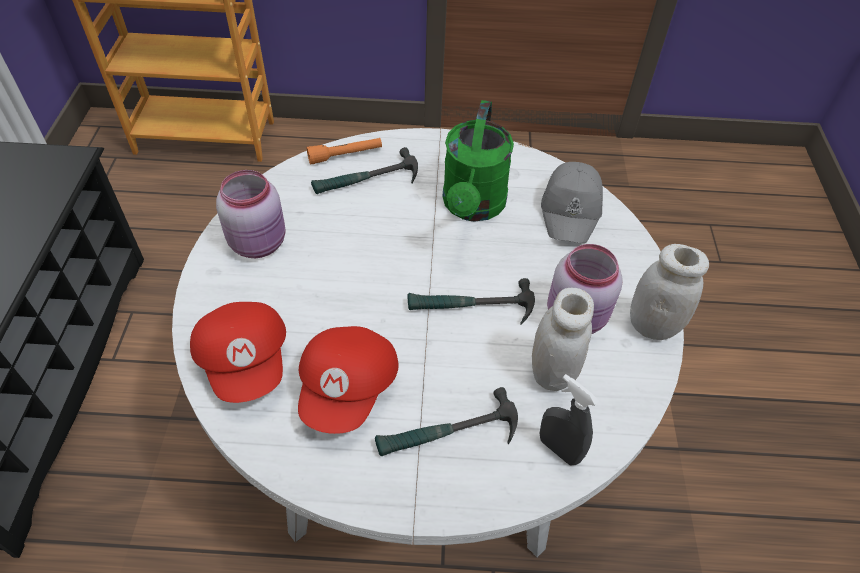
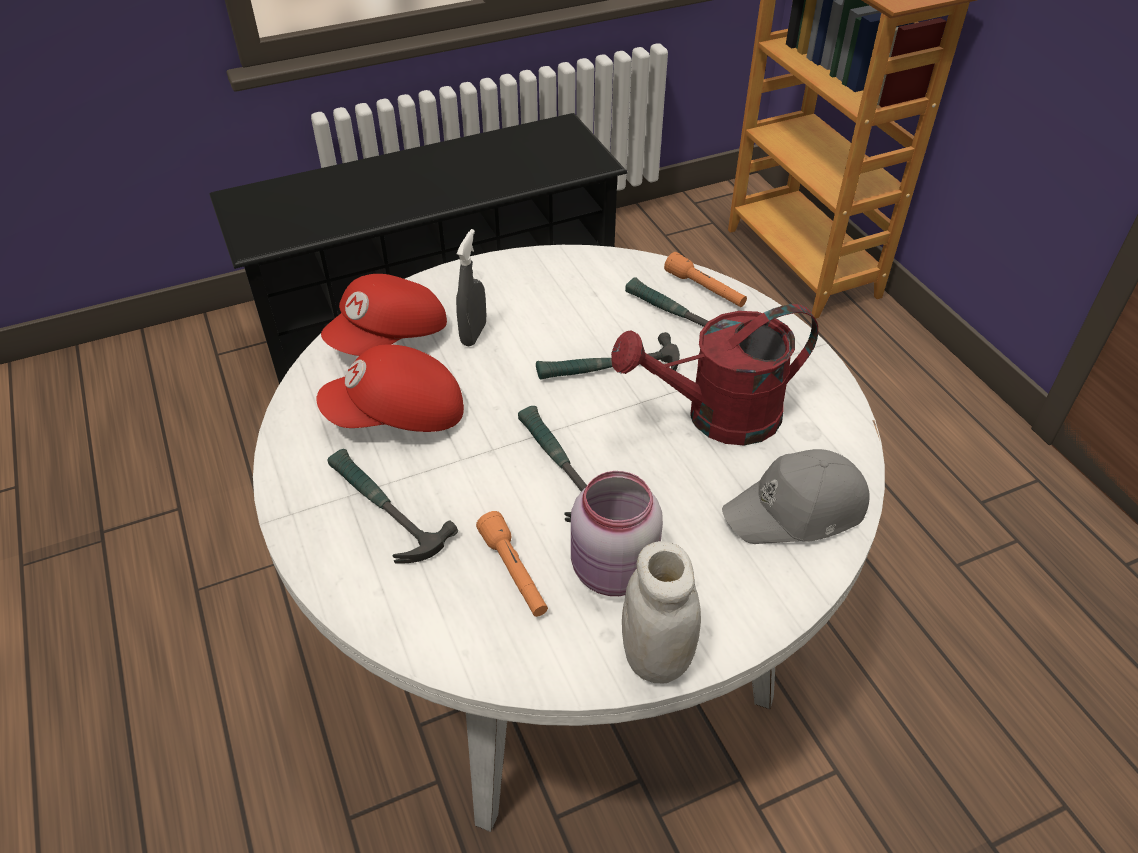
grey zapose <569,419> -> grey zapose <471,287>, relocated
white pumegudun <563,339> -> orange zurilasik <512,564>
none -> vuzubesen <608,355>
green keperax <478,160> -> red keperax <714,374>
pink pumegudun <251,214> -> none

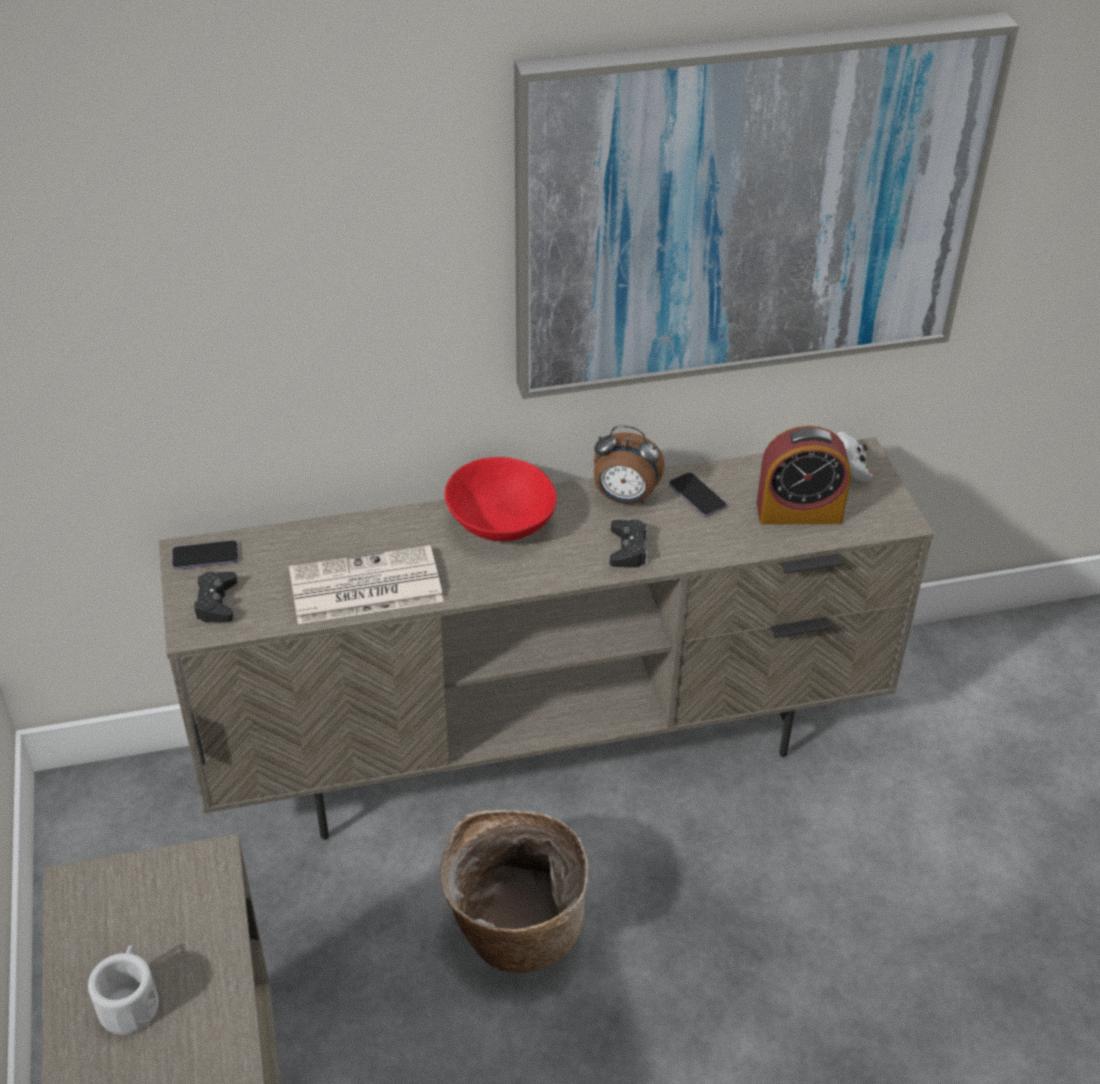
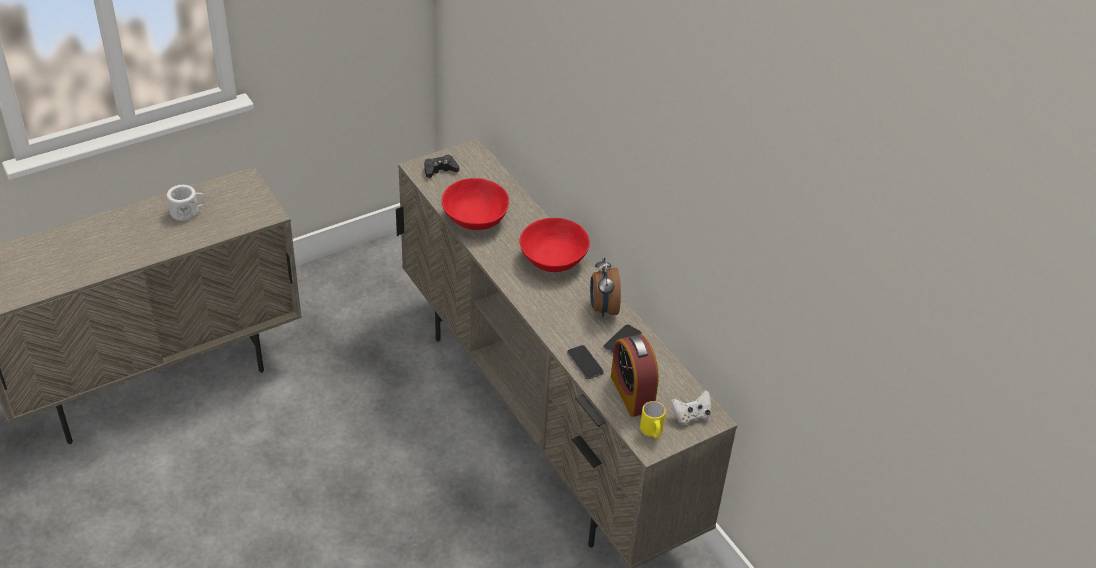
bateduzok <366,584> -> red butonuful <475,204>
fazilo <205,554> -> fazilo <585,362>, relocated
none -> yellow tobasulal <653,420>
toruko <513,891> -> none
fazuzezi <766,205> -> none
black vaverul <629,544> -> none

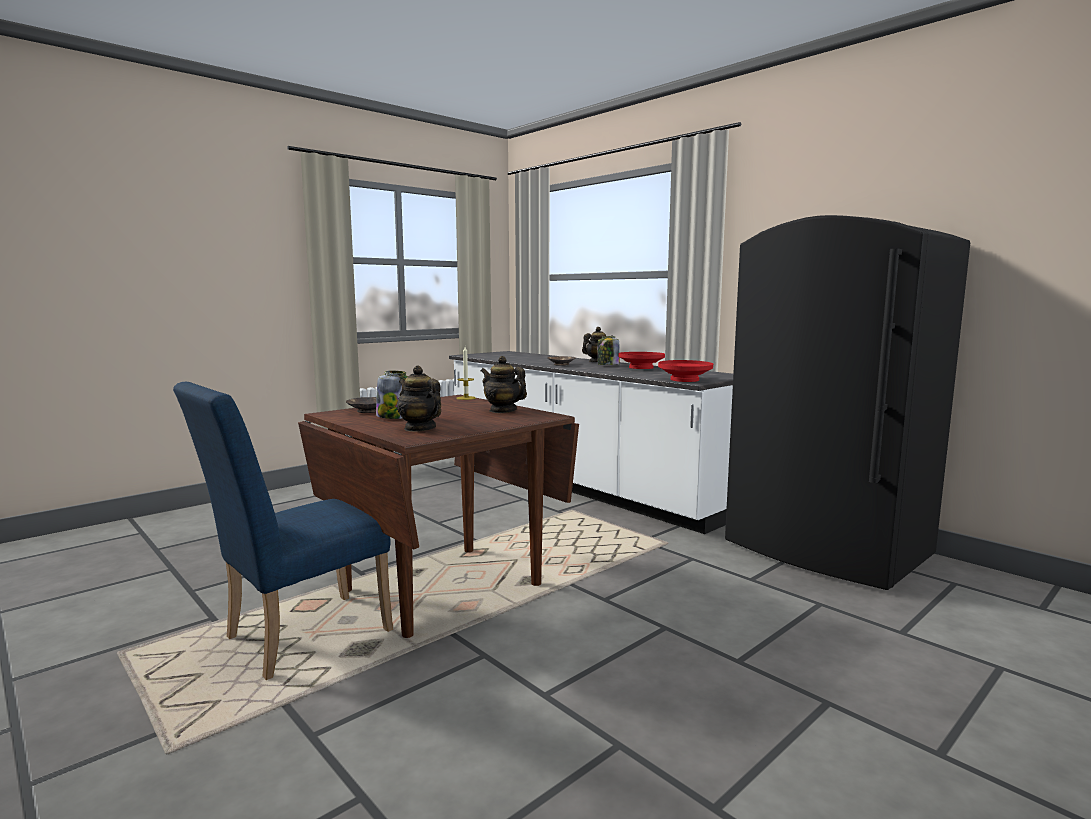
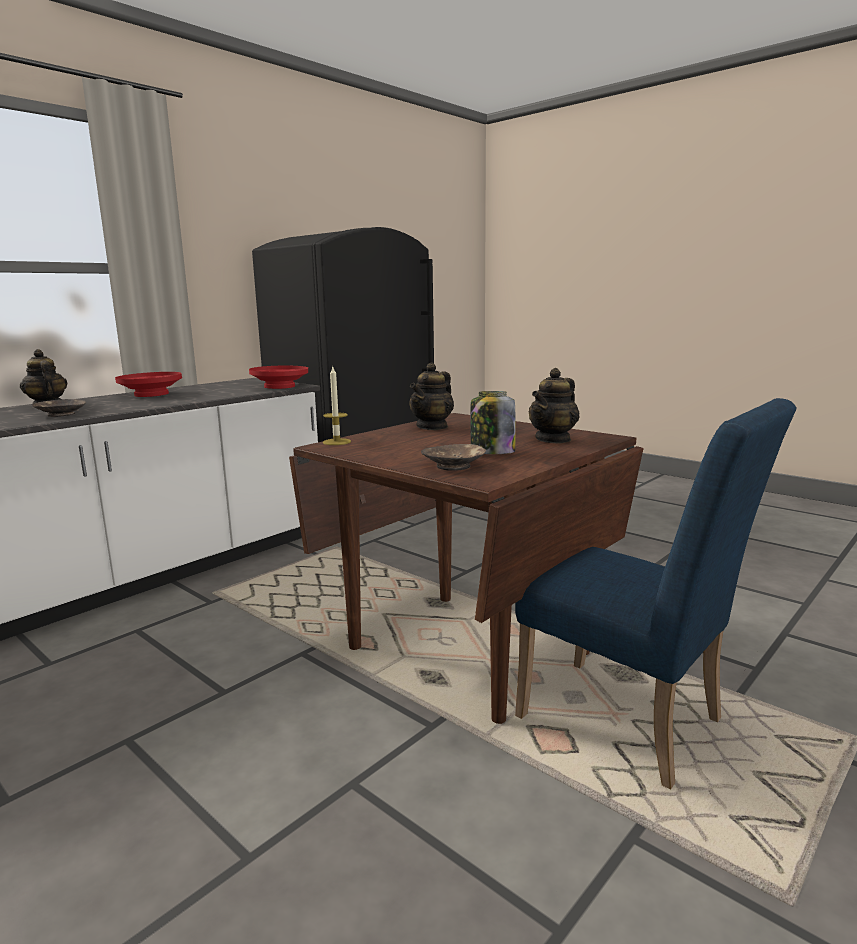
pumegudun <609,350> -> none

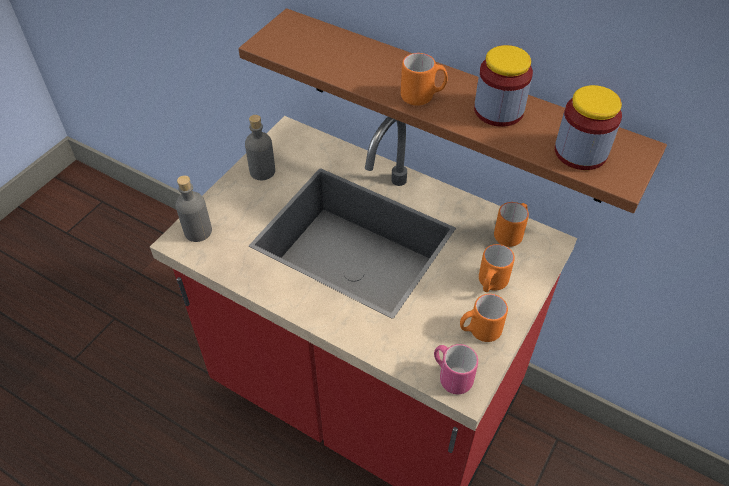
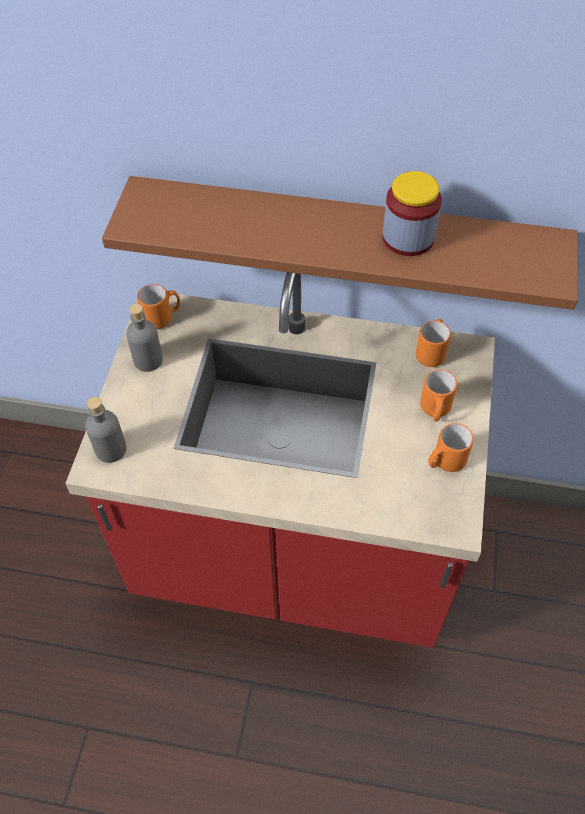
orange tobasulal <424,79> -> orange tobasulal <158,306>, relocated
pink tobasulal <456,369> -> none
pumegudun <588,127> -> none

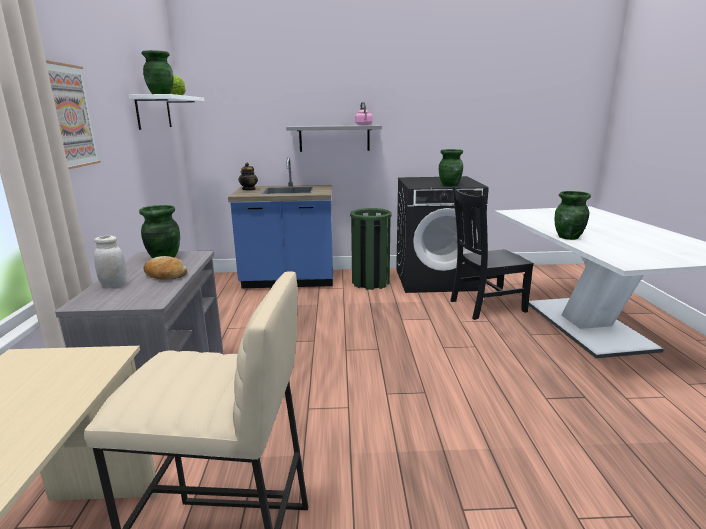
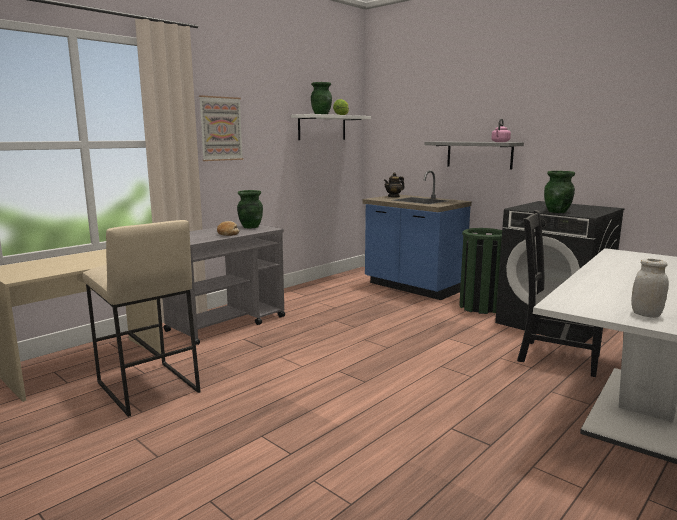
white pumegudun <110,262> -> white pumegudun <650,288>, relocated
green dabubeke <573,215> -> none

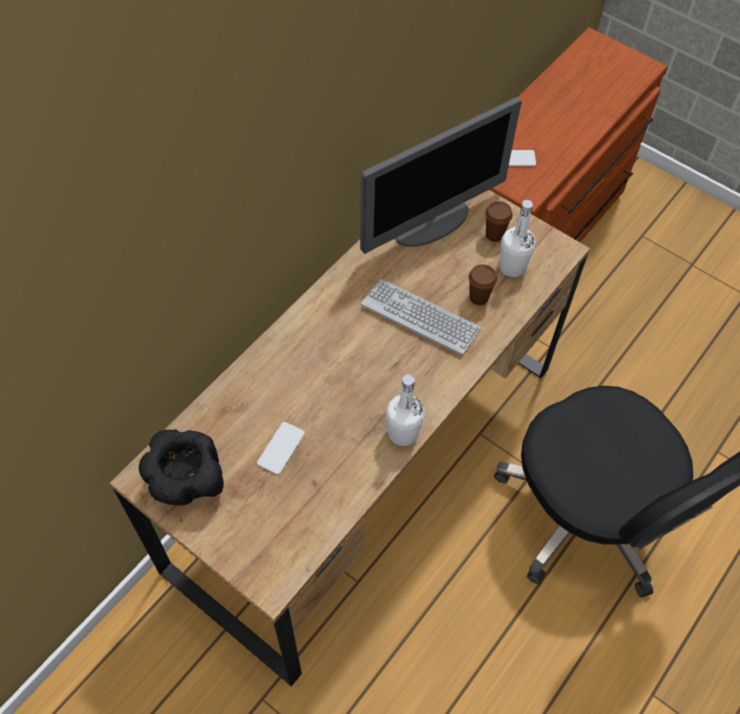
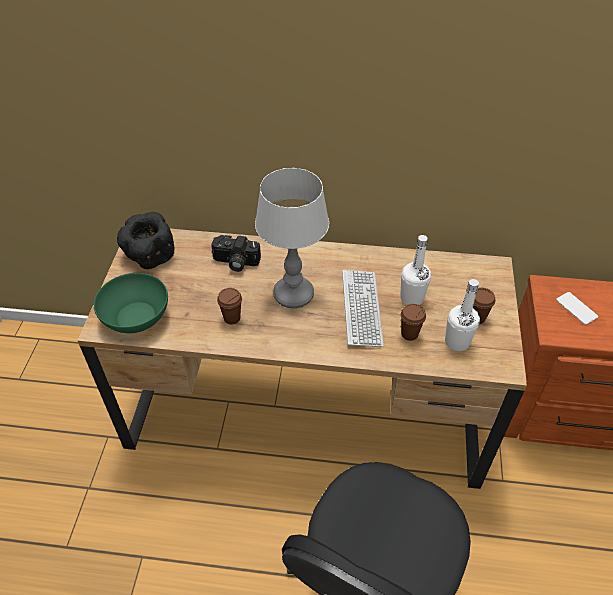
none -> green butonuful <131,303>
none -> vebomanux <236,253>
none -> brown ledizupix <229,306>
none -> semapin <292,238>
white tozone <405,410> -> white tozone <415,270>, relocated
fazilo <281,448> -> none
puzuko <441,175> -> none

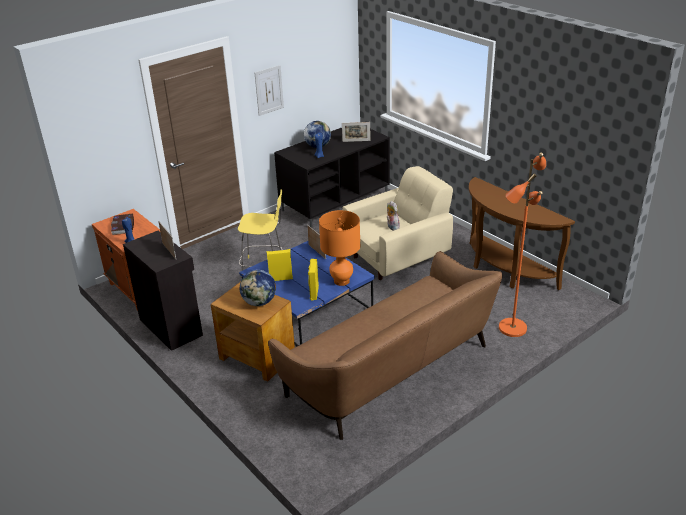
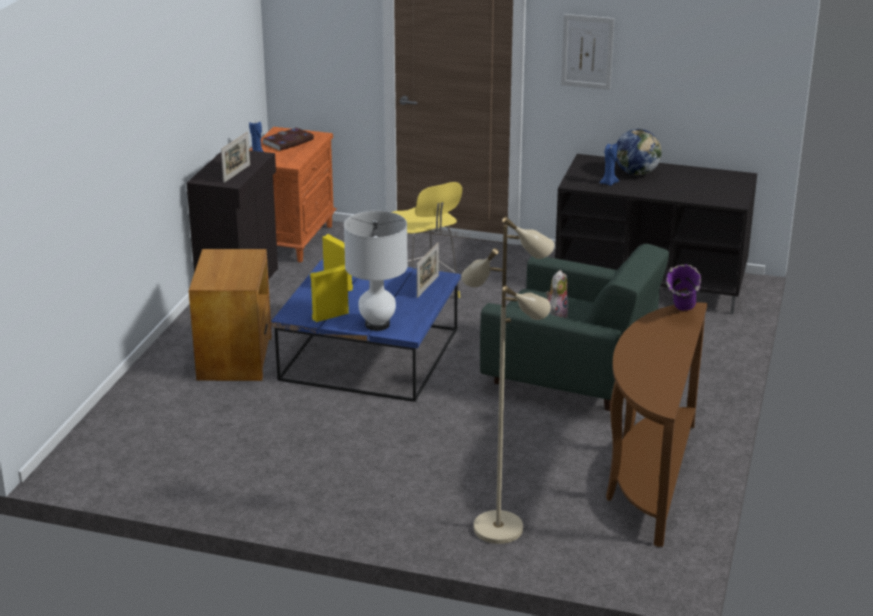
orange semapin <339,248> -> white semapin <376,271>
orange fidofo <522,245> -> beige fidofo <508,380>
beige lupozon <397,223> -> green lupozon <574,327>
none -> purple dabubeke <683,287>
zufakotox <258,288> -> none
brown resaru <385,345> -> none
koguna <356,132> -> none

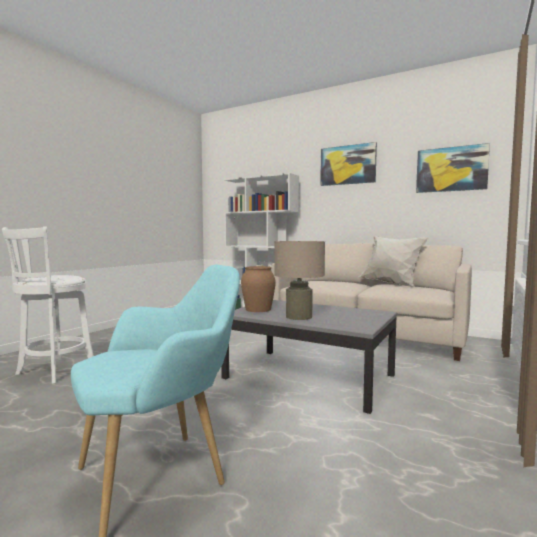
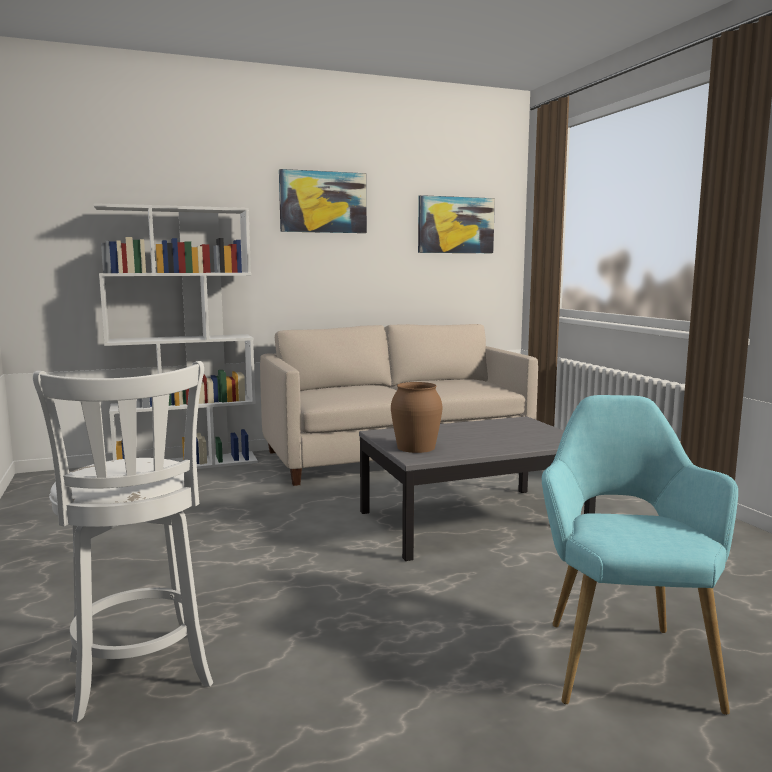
beige semapin <299,280> -> none
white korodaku <393,261> -> none

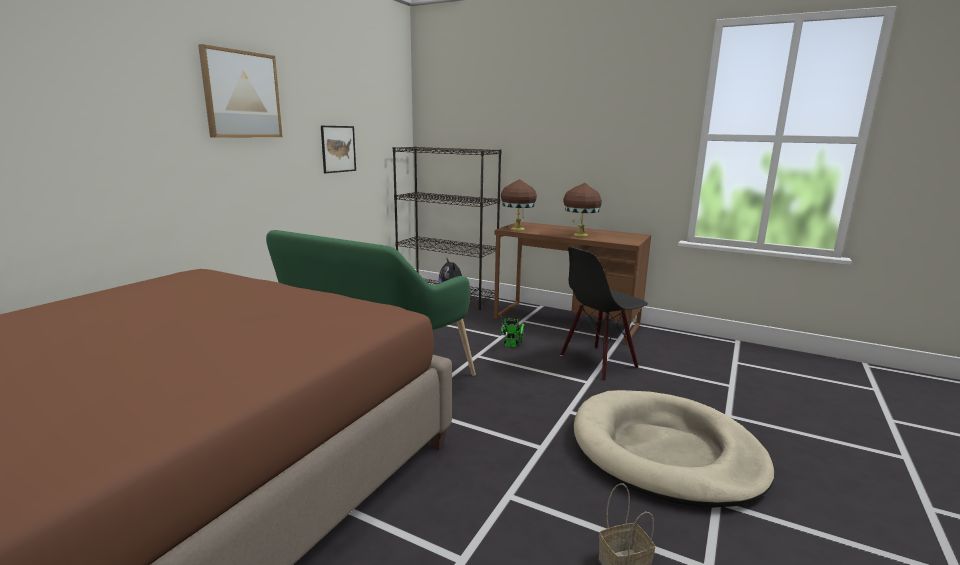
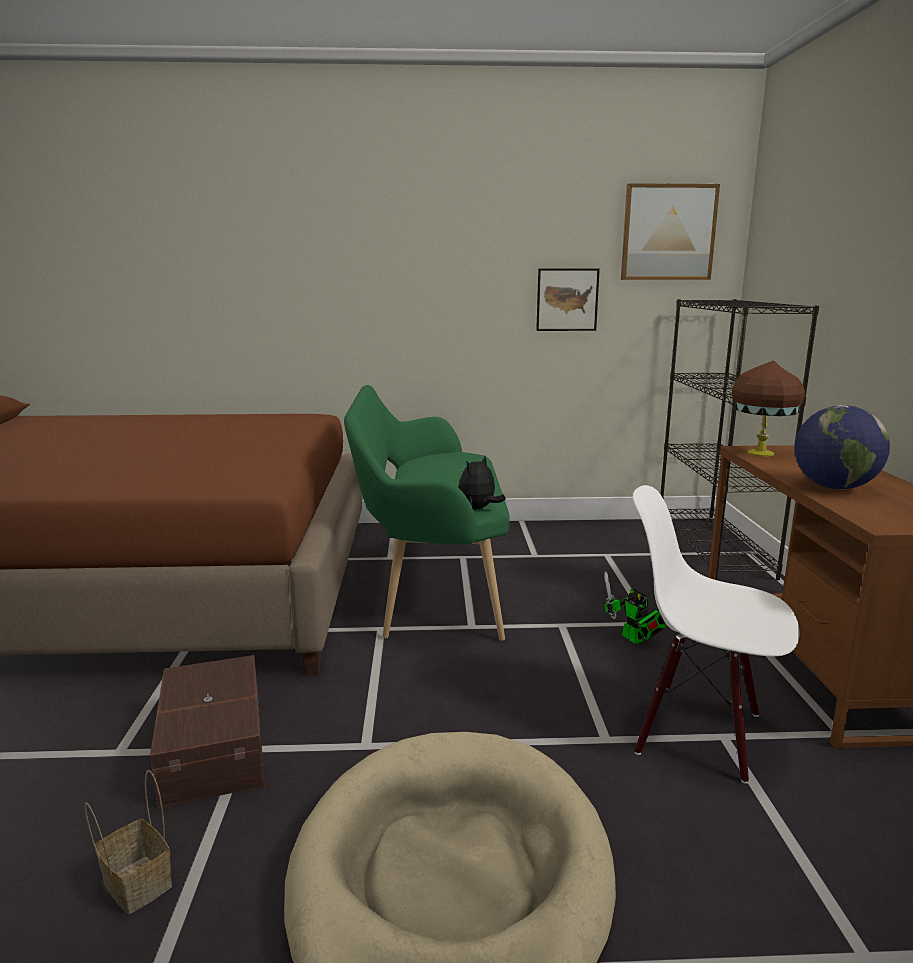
none -> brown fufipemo <207,731>
fazuzezi <240,91> -> fazuzezi <670,231>, relocated
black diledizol <604,313> -> white diledizol <716,634>
brown semapin <582,210> -> zufakotox <842,447>

